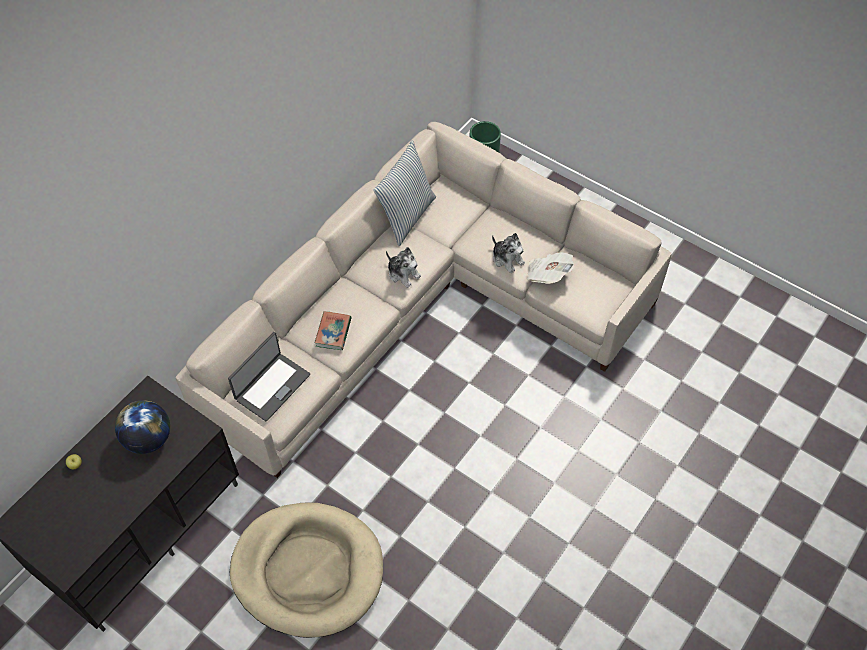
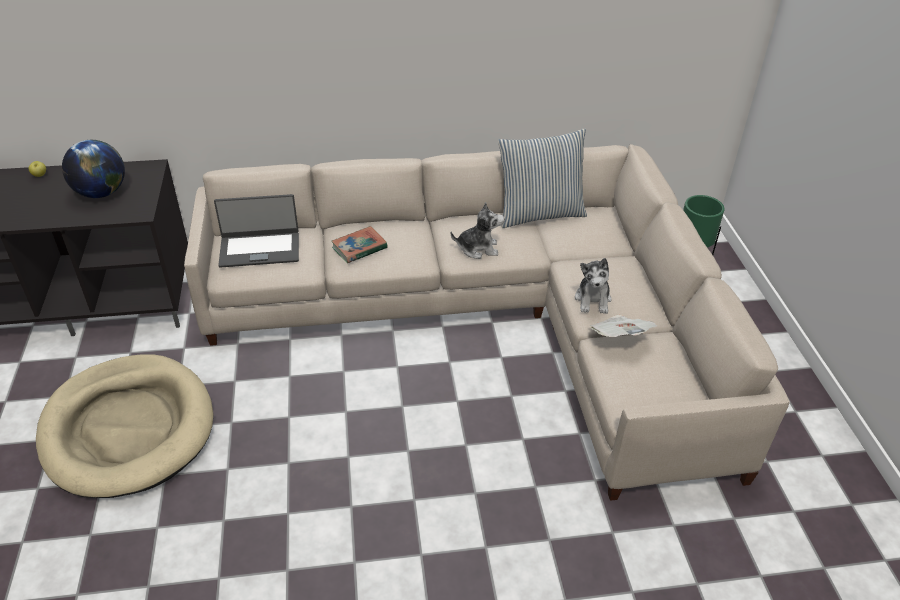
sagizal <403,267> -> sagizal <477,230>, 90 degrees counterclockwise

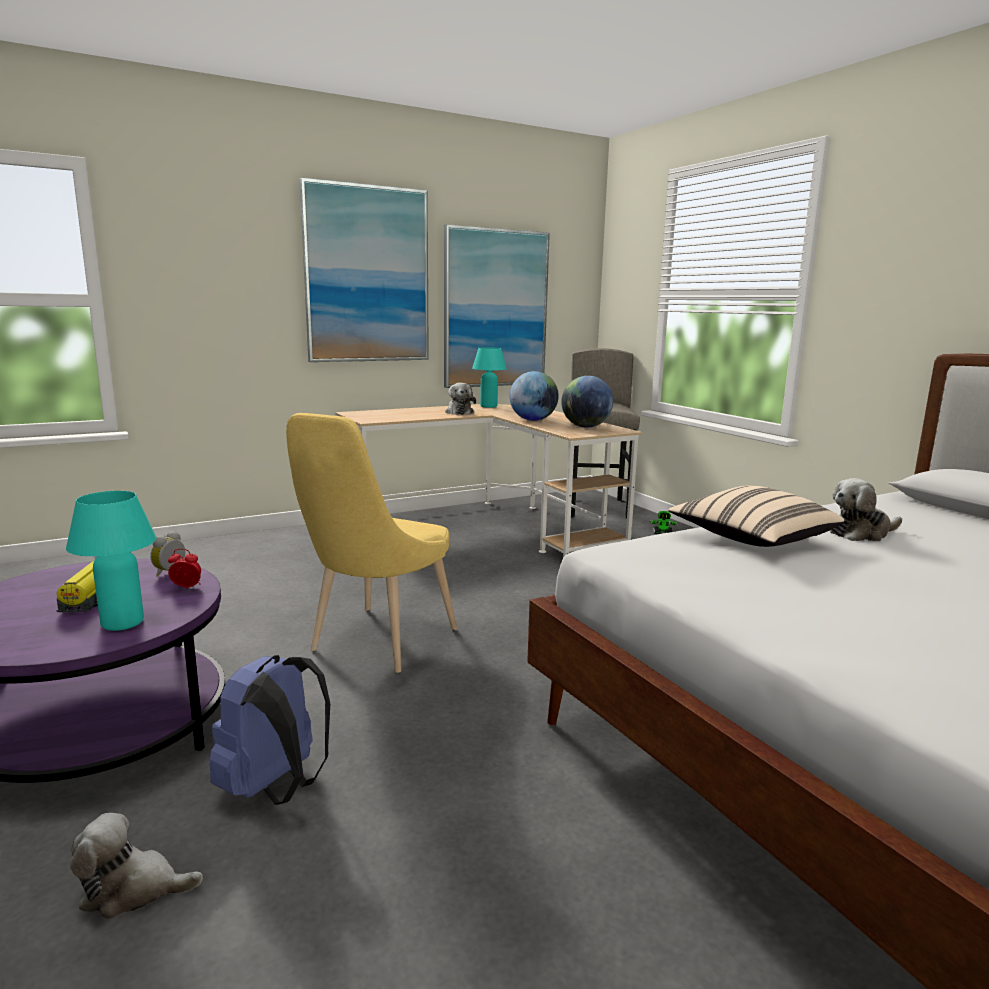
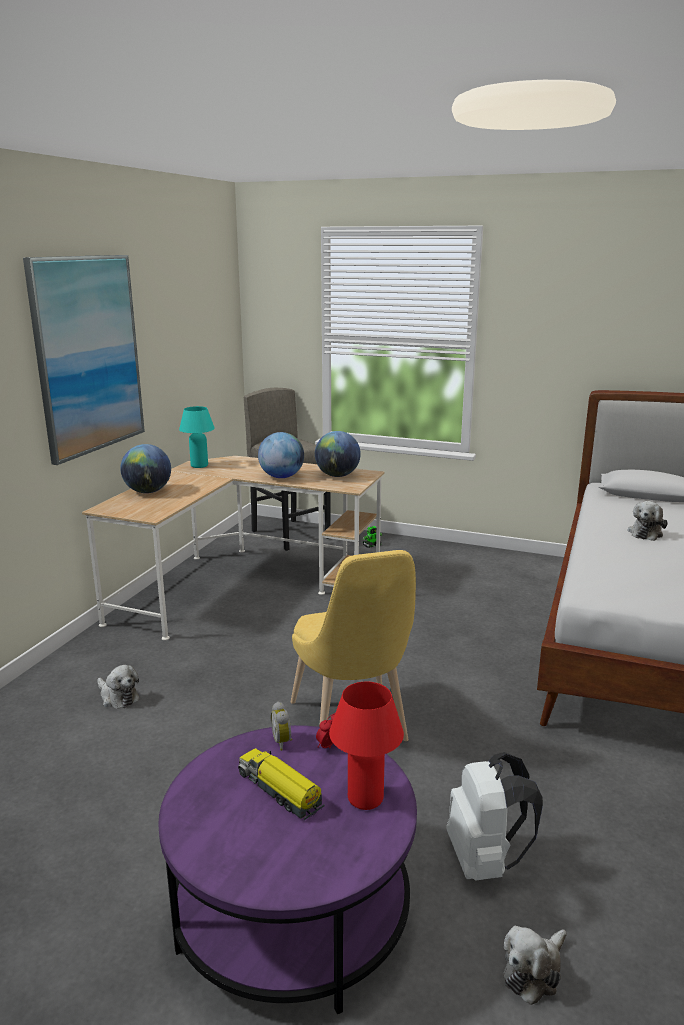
sagizal <460,399> -> sagizal <118,687>, relocated
none -> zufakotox <145,468>
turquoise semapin <111,561> -> red semapin <366,746>
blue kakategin <269,730> -> white kakategin <494,816>
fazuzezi <497,306> -> none
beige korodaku <756,516> -> none

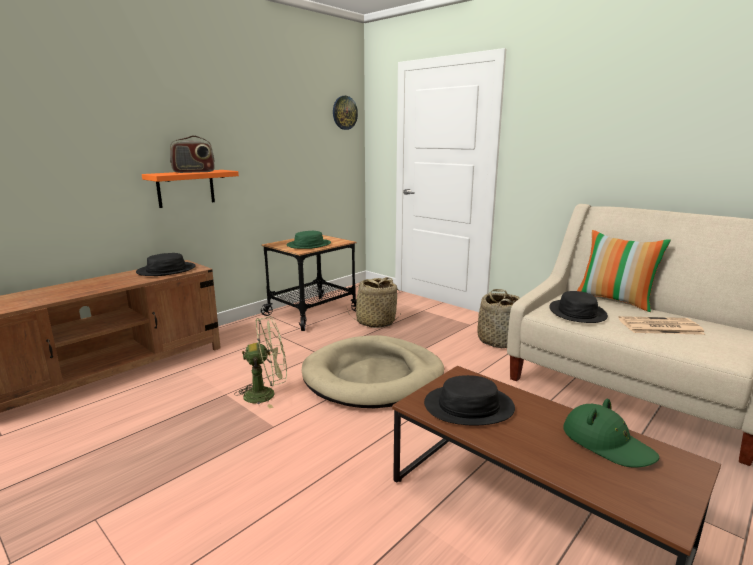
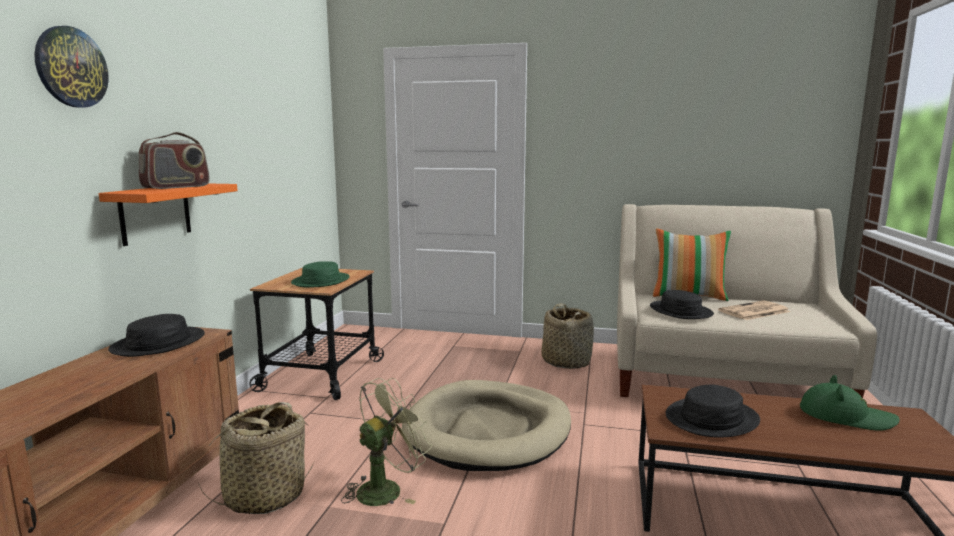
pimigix <345,113> -> pimigix <71,67>, relocated
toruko <373,302> -> toruko <255,458>, relocated

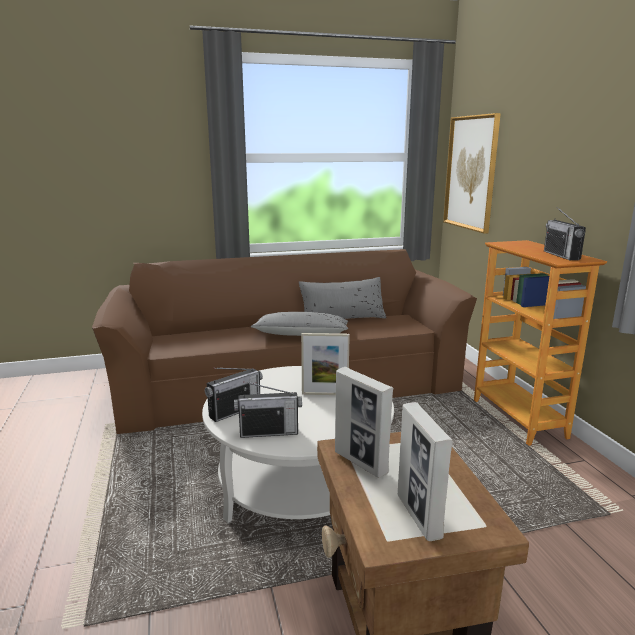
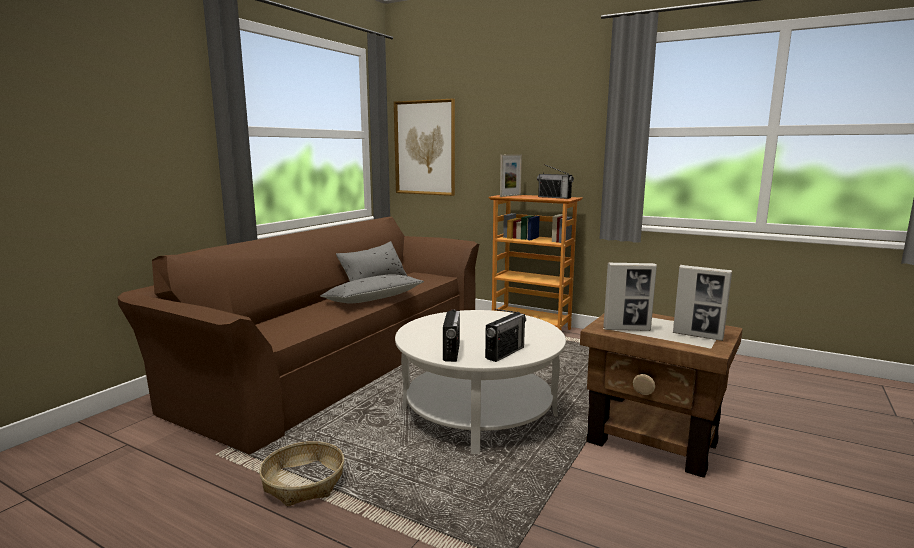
none -> toruko <301,474>
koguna <325,364> -> koguna <511,175>, relocated

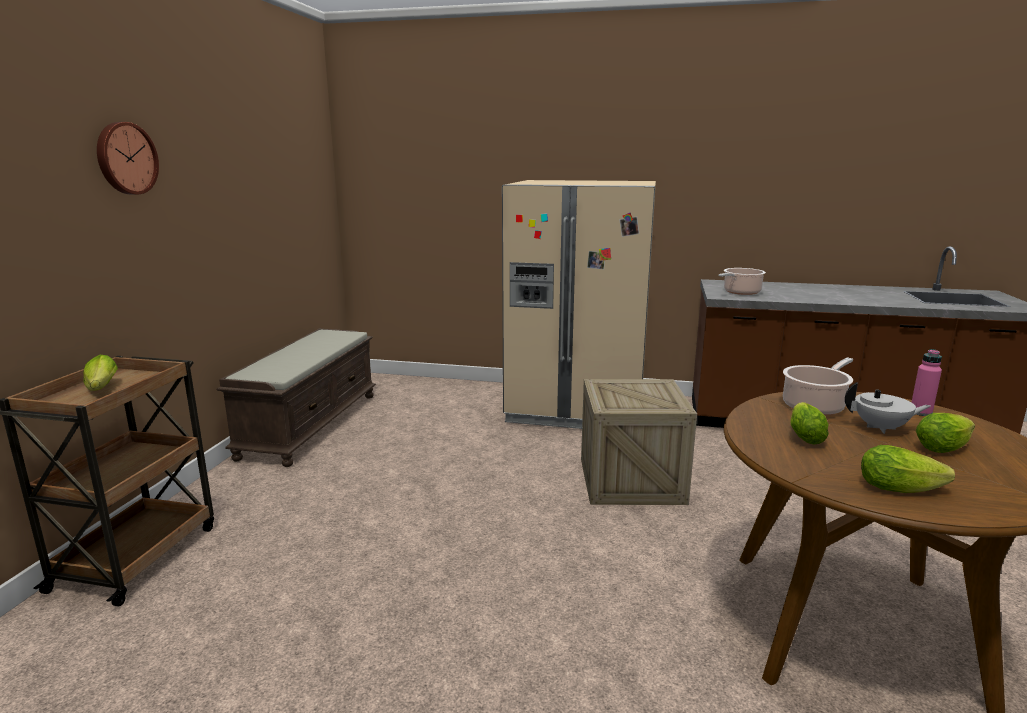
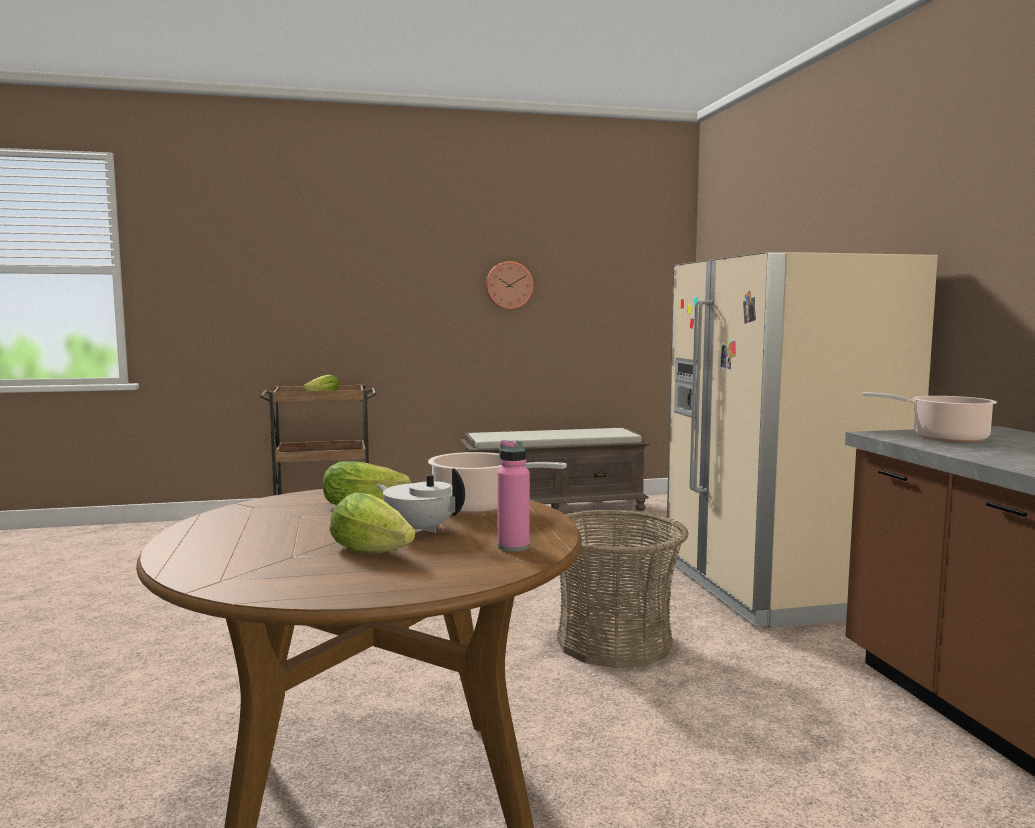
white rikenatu <888,408> -> white rikenatu <420,500>, 135 degrees clockwise
pimigix <128,158> -> pimigix <509,285>, relocated
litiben <639,442> -> toruko <623,588>
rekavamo <908,469> -> none

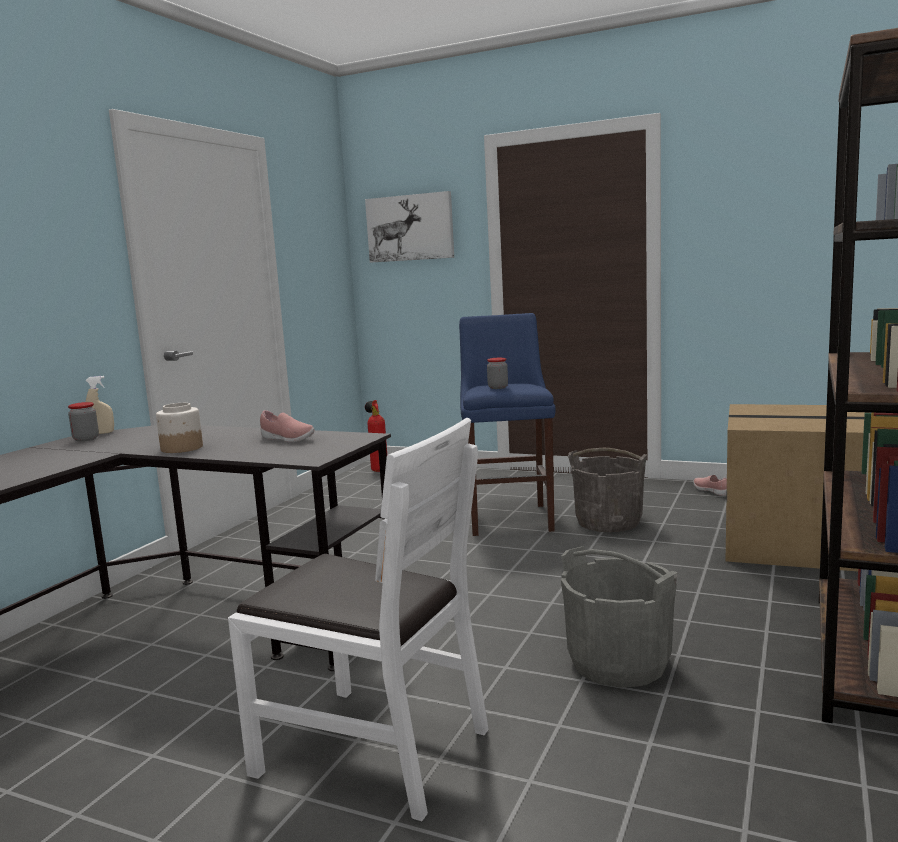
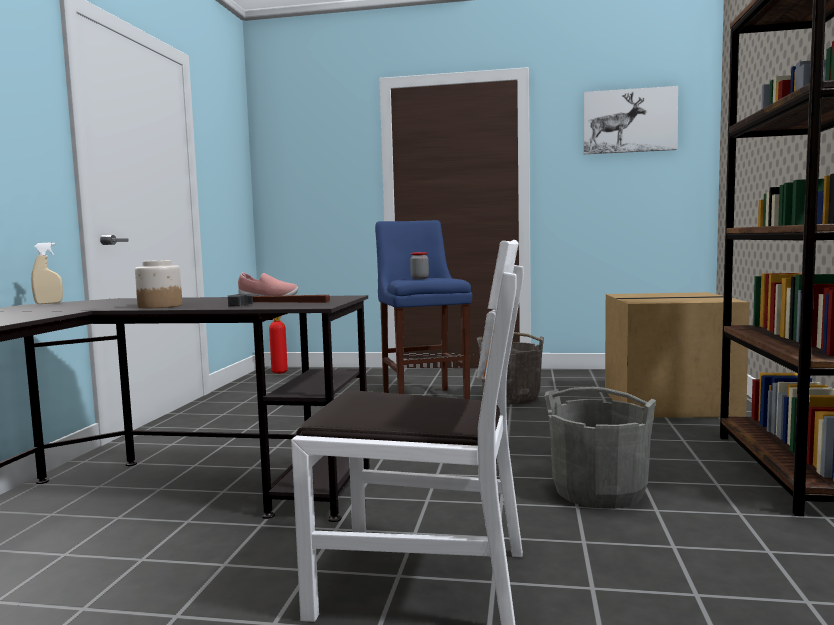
none -> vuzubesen <279,300>
fazuzezi <409,227> -> fazuzezi <631,120>, relocated
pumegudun <83,422> -> none
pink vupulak <710,485> -> none

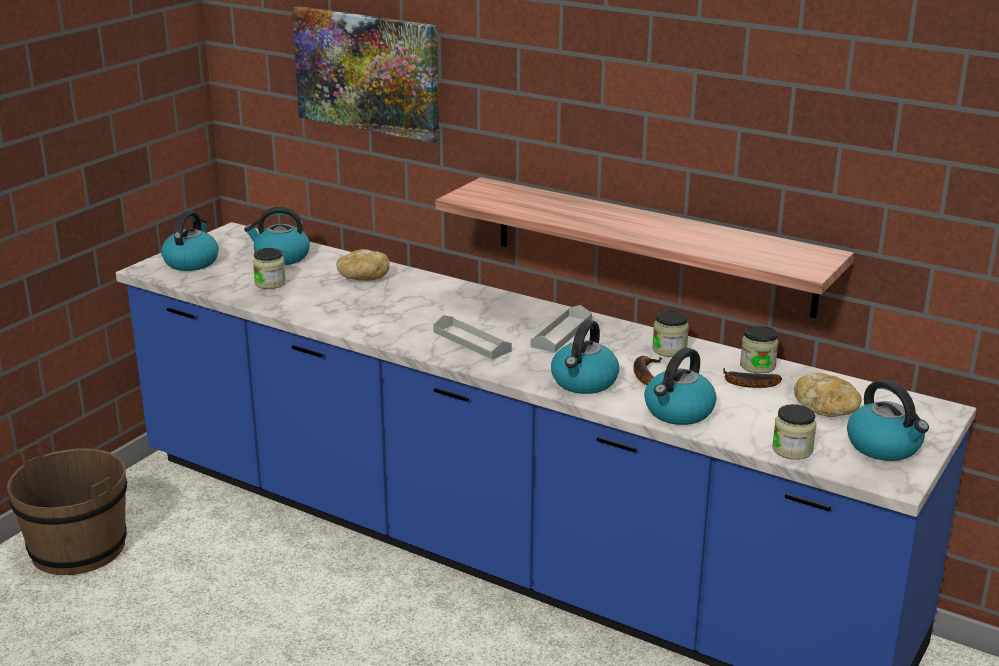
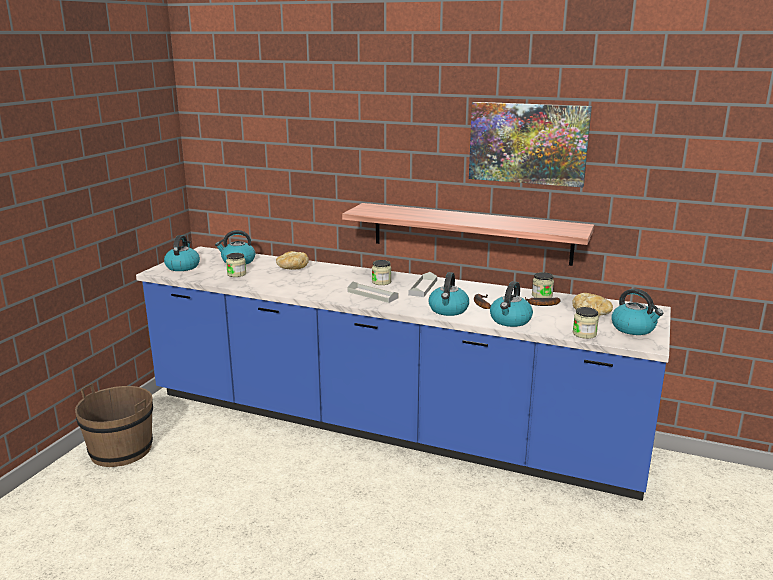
pumegudun <670,333> -> pumegudun <381,272>, relocated
fazuzezi <365,74> -> fazuzezi <530,144>, relocated

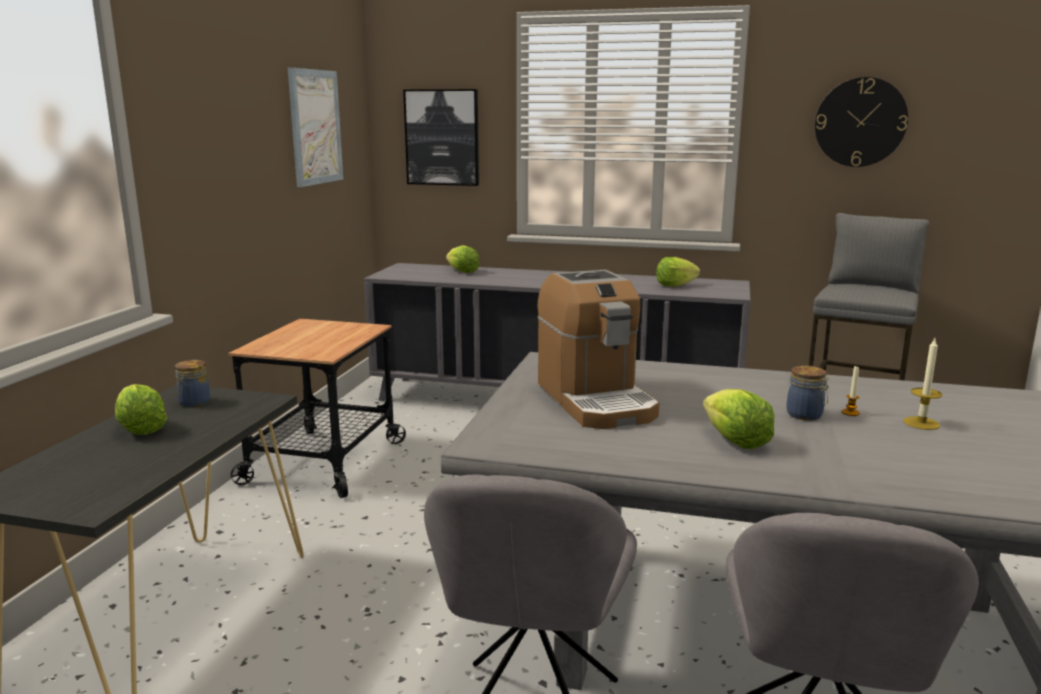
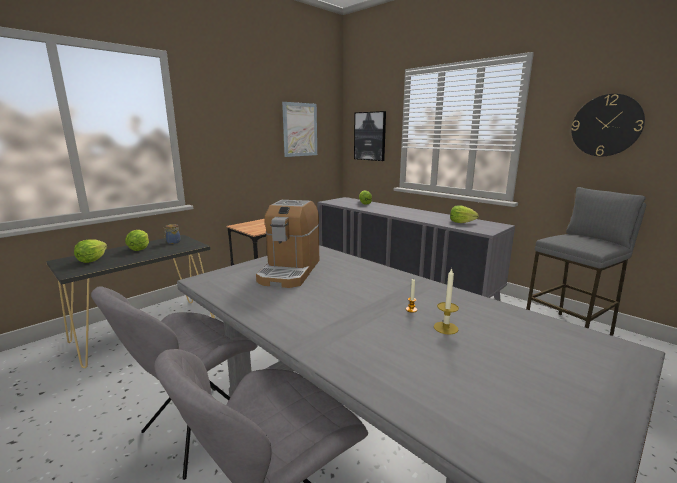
rekavamo <739,419> -> rekavamo <90,251>, relocated
pumegudun <807,392> -> none

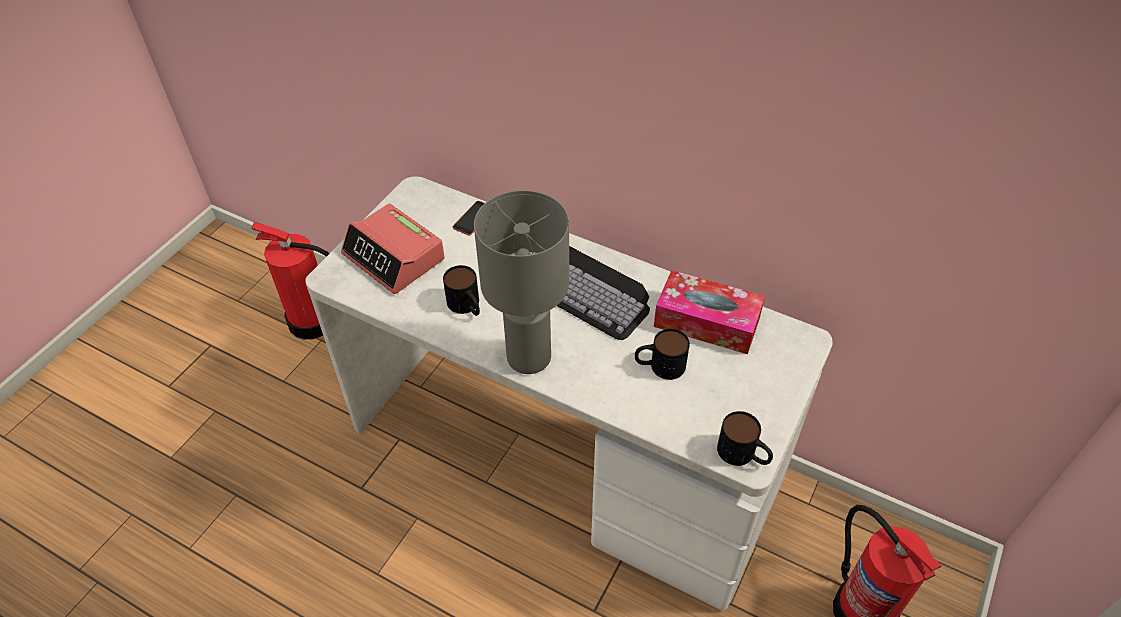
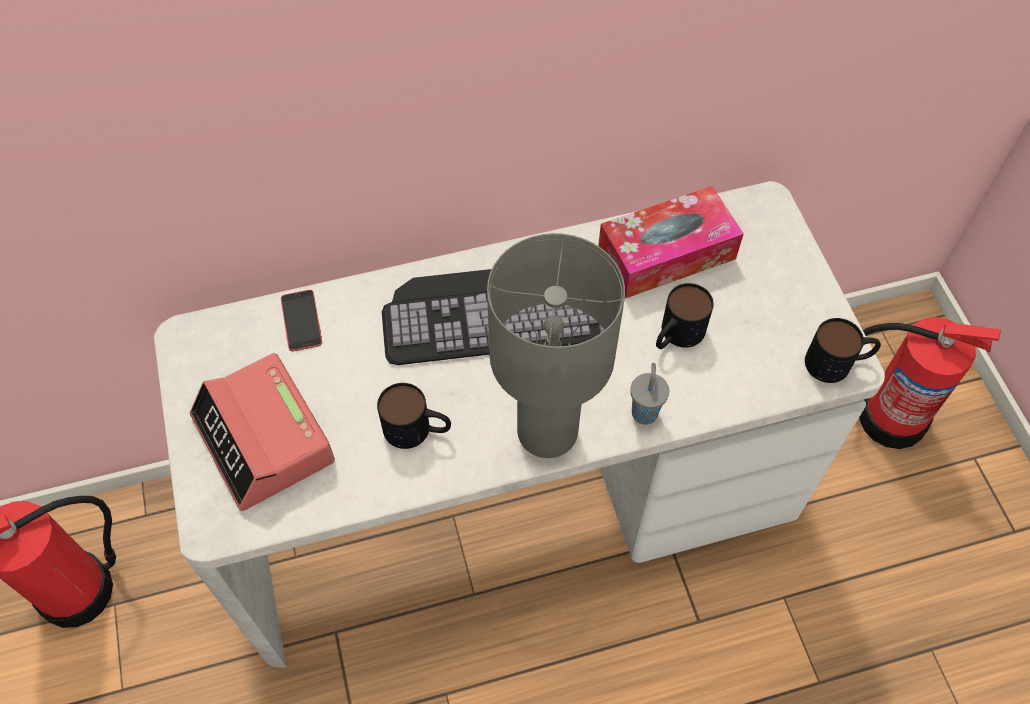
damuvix <393,249> -> damuvix <262,432>, 60 degrees clockwise
none -> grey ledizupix <649,394>

